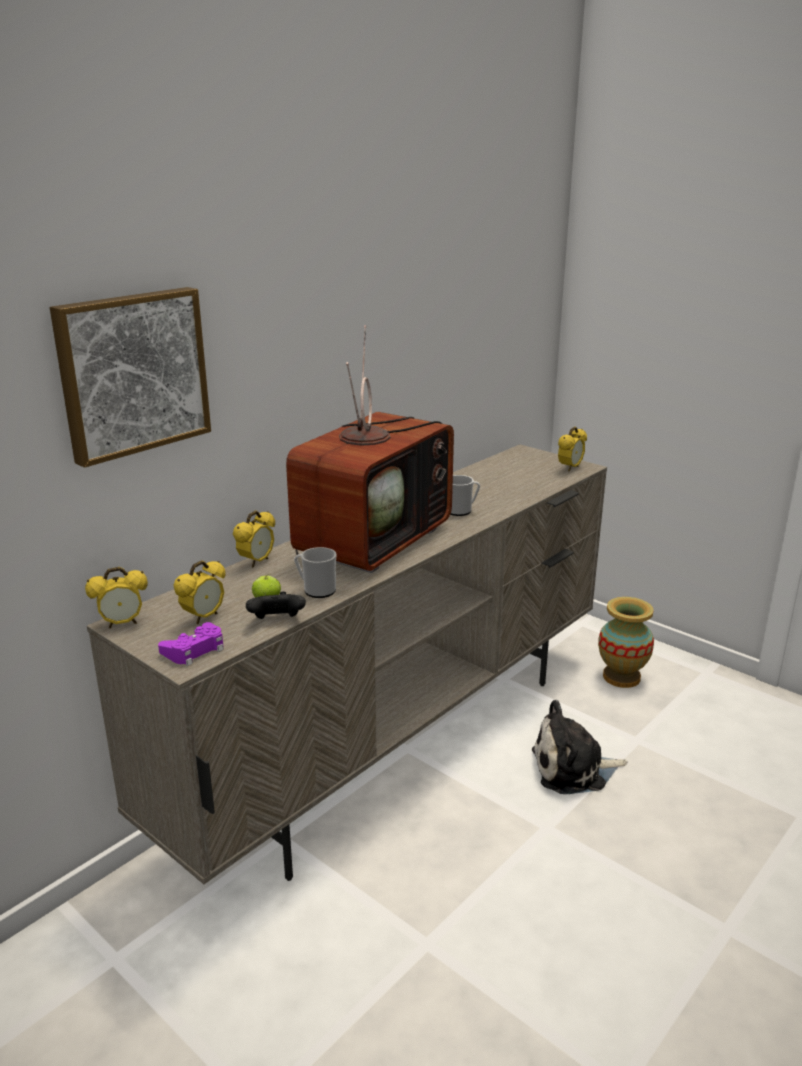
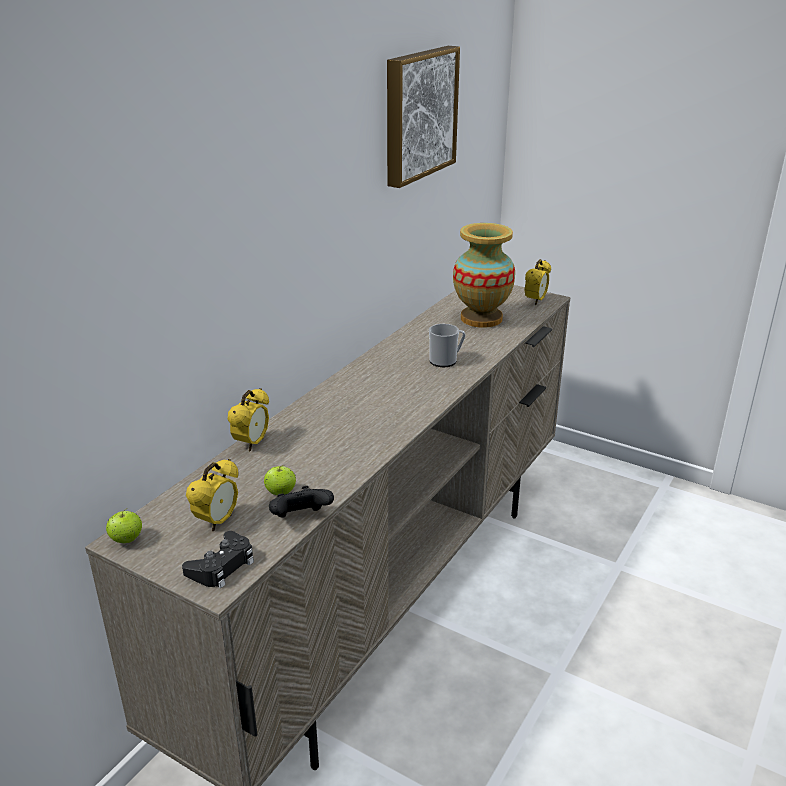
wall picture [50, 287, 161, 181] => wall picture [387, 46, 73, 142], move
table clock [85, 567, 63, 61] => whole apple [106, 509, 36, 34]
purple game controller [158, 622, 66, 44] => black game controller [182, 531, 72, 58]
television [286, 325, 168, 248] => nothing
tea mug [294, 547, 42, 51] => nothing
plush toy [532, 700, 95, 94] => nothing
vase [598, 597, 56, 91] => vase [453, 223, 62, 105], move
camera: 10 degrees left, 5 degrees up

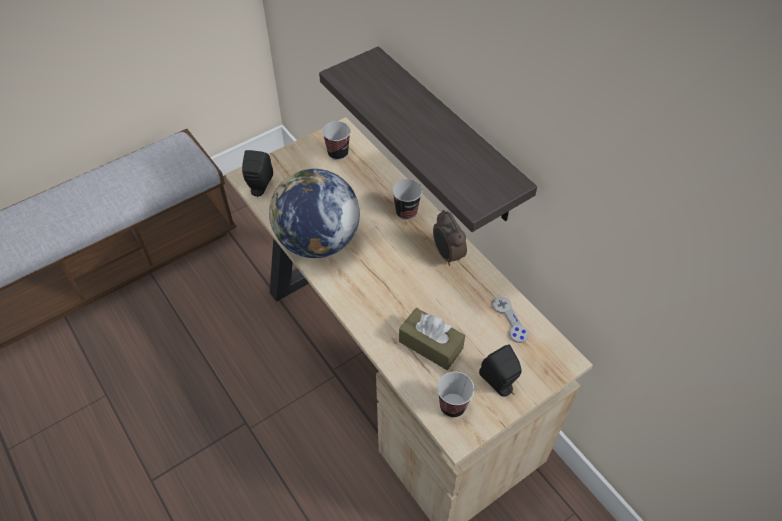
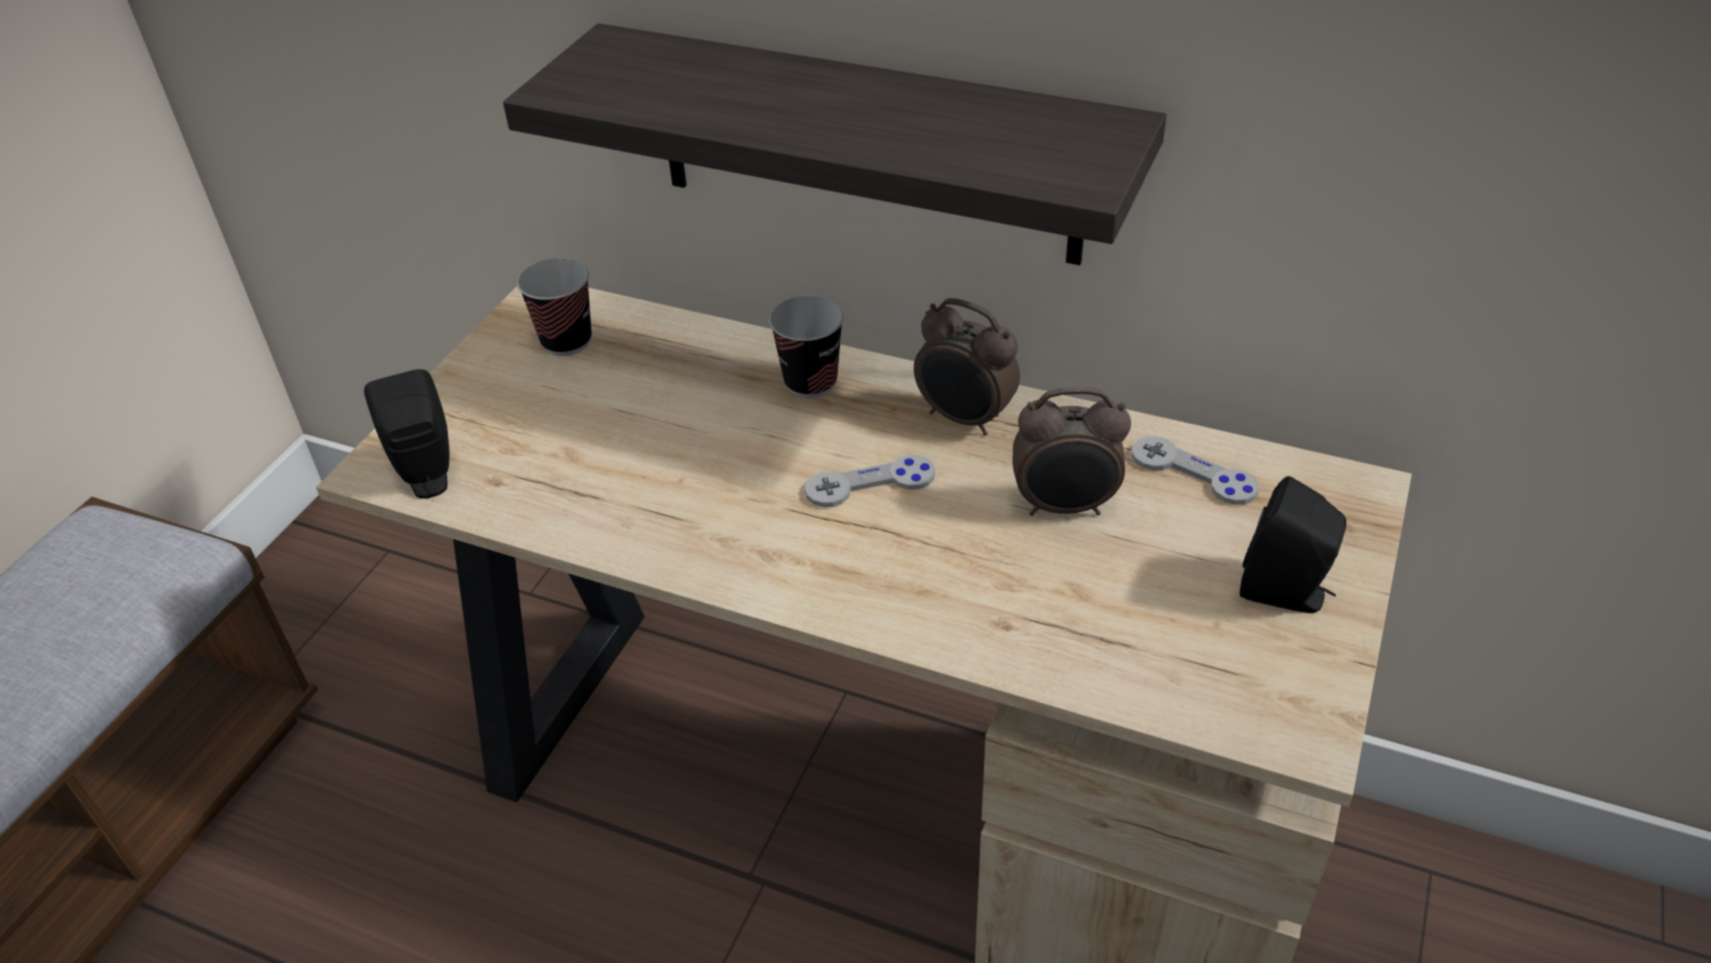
world globe [269, 169, 91, 89] => nothing
brownish tissue box [399, 308, 66, 62] => nothing
small cup [437, 372, 37, 46] => nothing
nothing => gray game controller [805, 455, 130, 52]
nothing => table clock [1013, 387, 118, 129]
camera: 30 degrees left, 10 degrees down

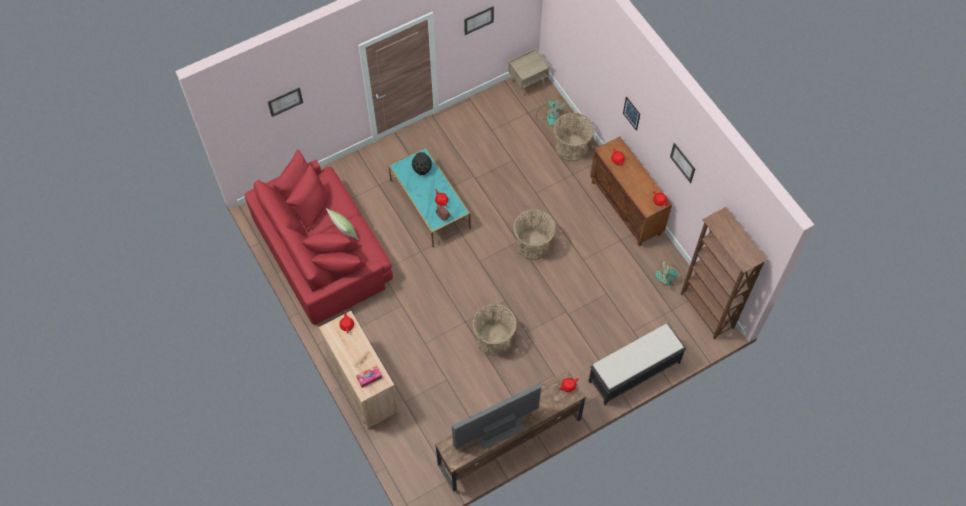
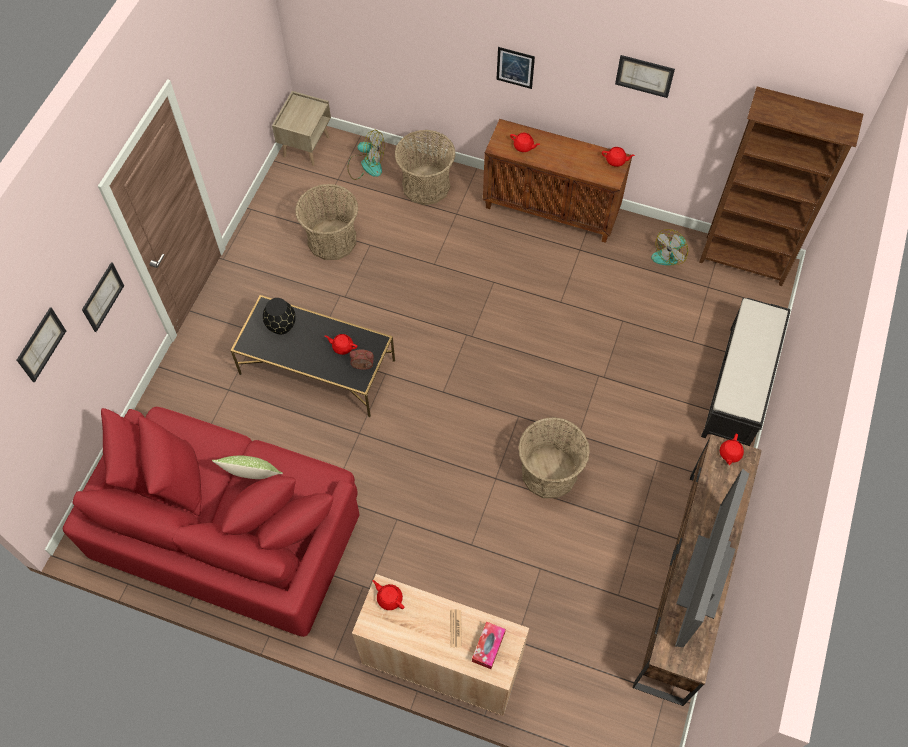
turquoise-coloured low table [388, 147, 83, 100] => black low table [230, 295, 165, 122]
wall picture [464, 6, 30, 29] => wall picture [82, 262, 42, 70], move
household basket [513, 209, 43, 51] => household basket [295, 184, 63, 76], move
camera: 40 degrees left, 0 degrees up

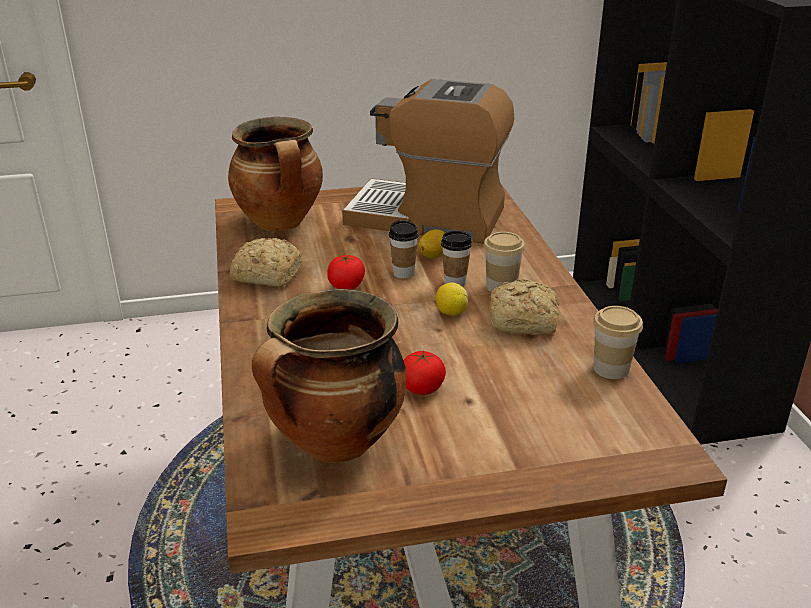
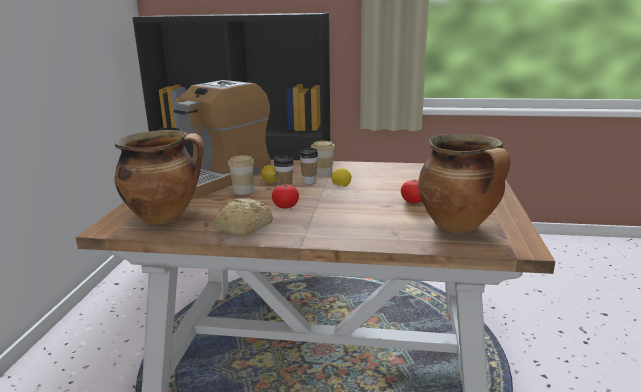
bakery bread [489, 279, 71, 56] => nothing
small cup [593, 306, 50, 73] => small cup [228, 155, 27, 40], move
camera: 70 degrees left, 10 degrees down

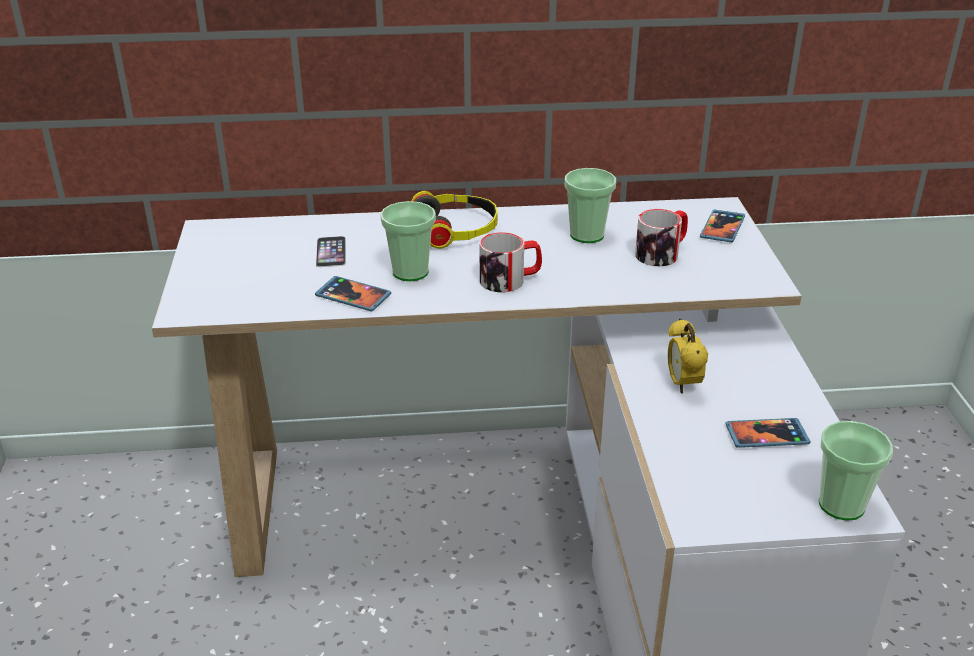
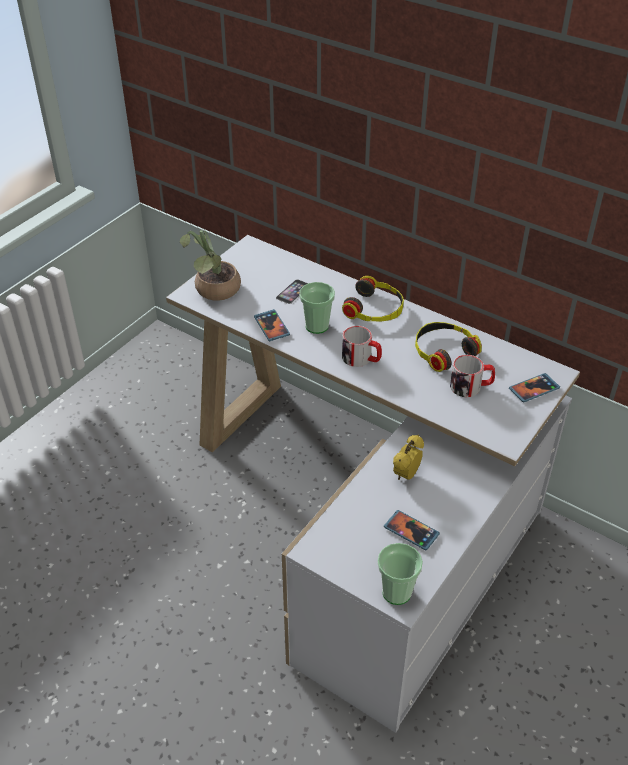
small cup [565, 168, 51, 75] => headphones [415, 322, 67, 50]
nothing => potted plant [180, 230, 61, 71]
camera: 40 degrees right, 10 degrees up

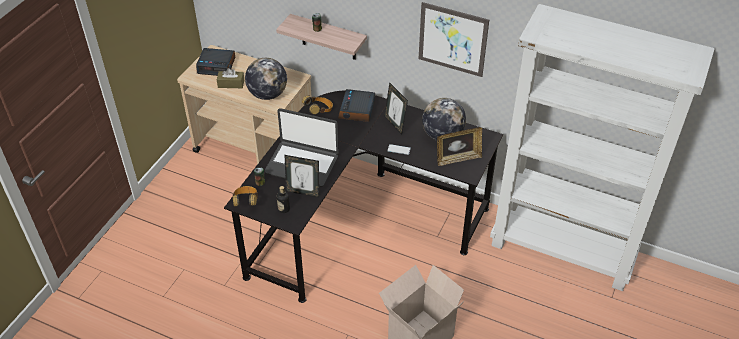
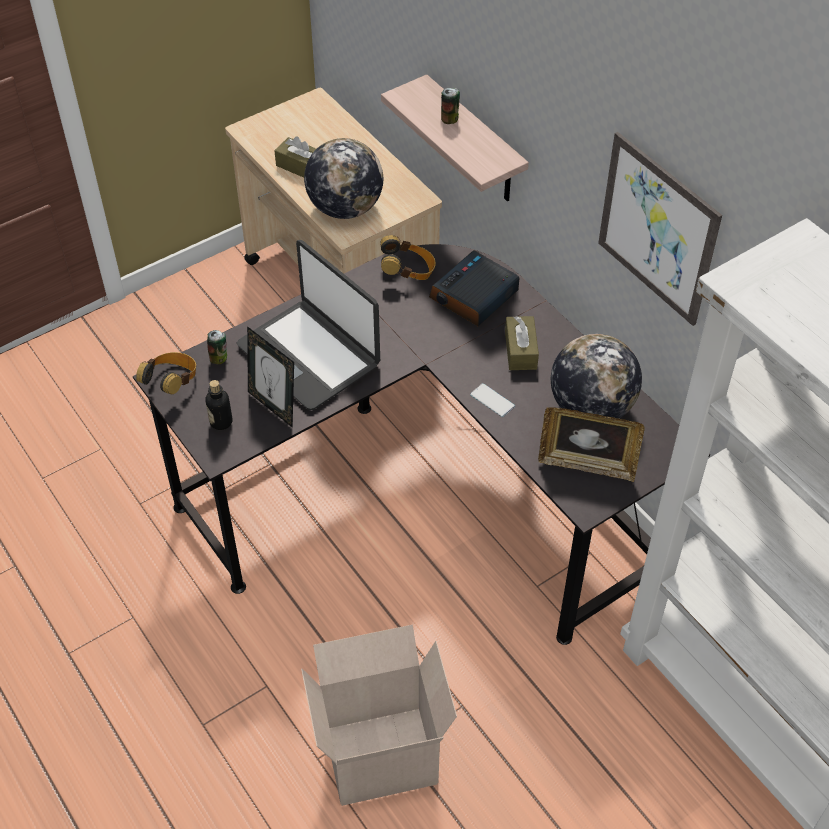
table clock [196, 48, 39, 28] => nothing
standing frame [384, 82, 24, 53] => brownish tissue box [505, 316, 34, 54]
camera: 30 degrees right, 5 degrees up

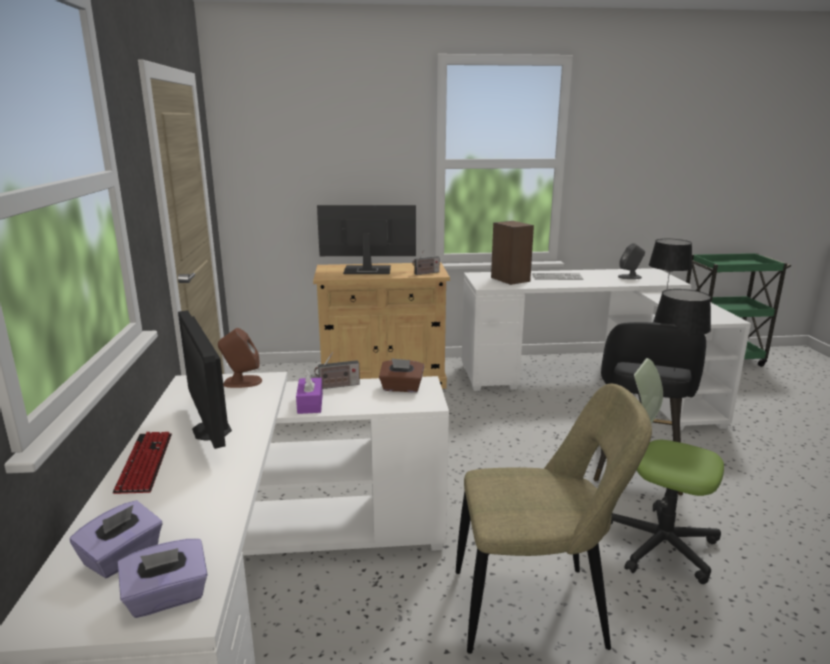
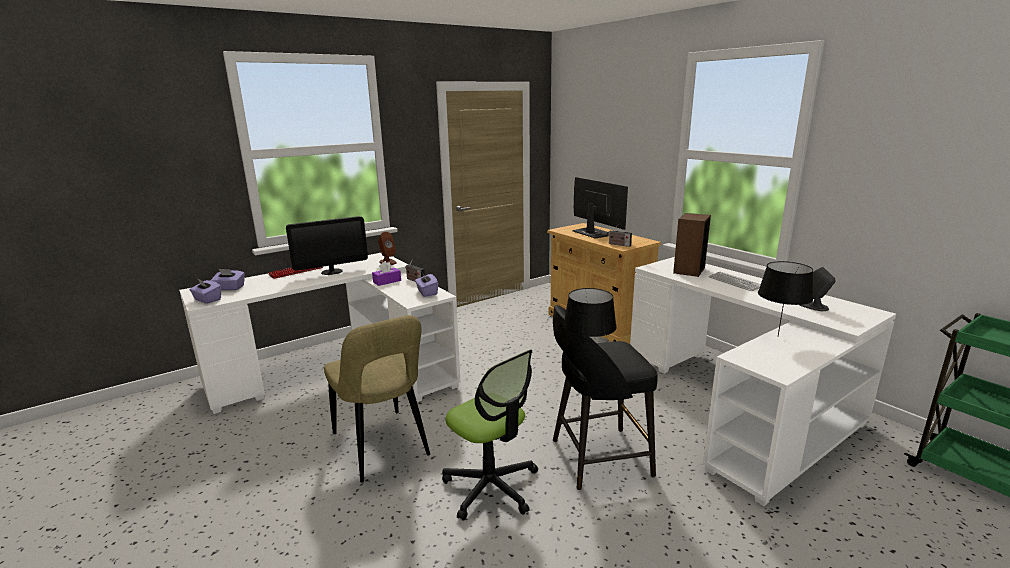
monitor [178, 310, 54, 139] => monitor [286, 216, 82, 59], 150 degrees counterclockwise
brownish tissue box [379, 358, 45, 34] => purple tissue box [415, 272, 23, 25]
office chair [611, 358, 113, 226] => office chair [442, 349, 96, 172], 135 degrees clockwise
camera: 60 degrees right, 0 degrees up

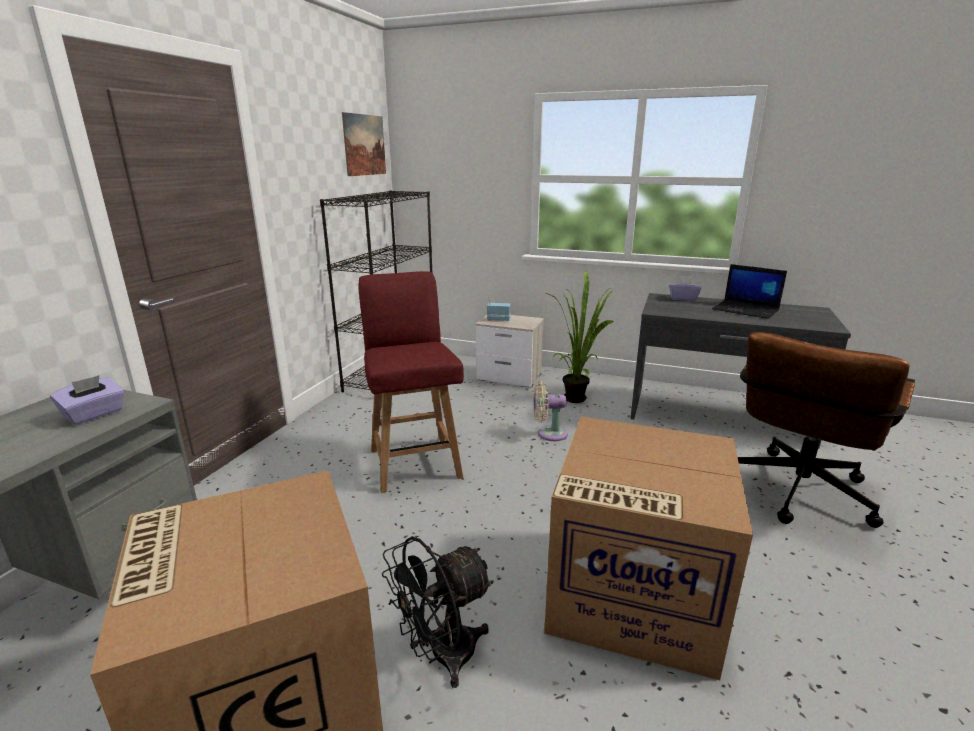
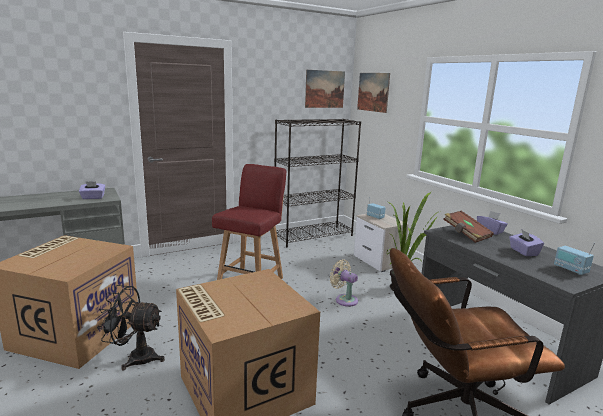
portable computer [712, 264, 75, 55] => purple tissue box [509, 230, 35, 26]
nothing => wall picture [357, 73, 33, 40]
nothing => brownish volume [443, 211, 51, 32]
nothing => radio set [554, 243, 41, 32]
camera: 40 degrees right, 5 degrees down

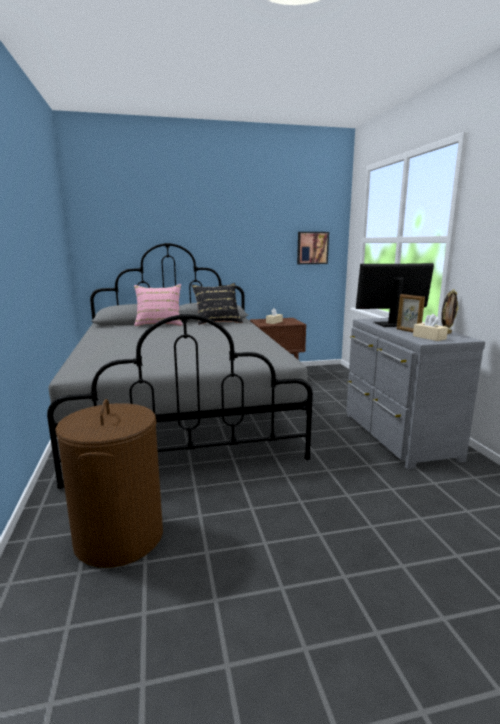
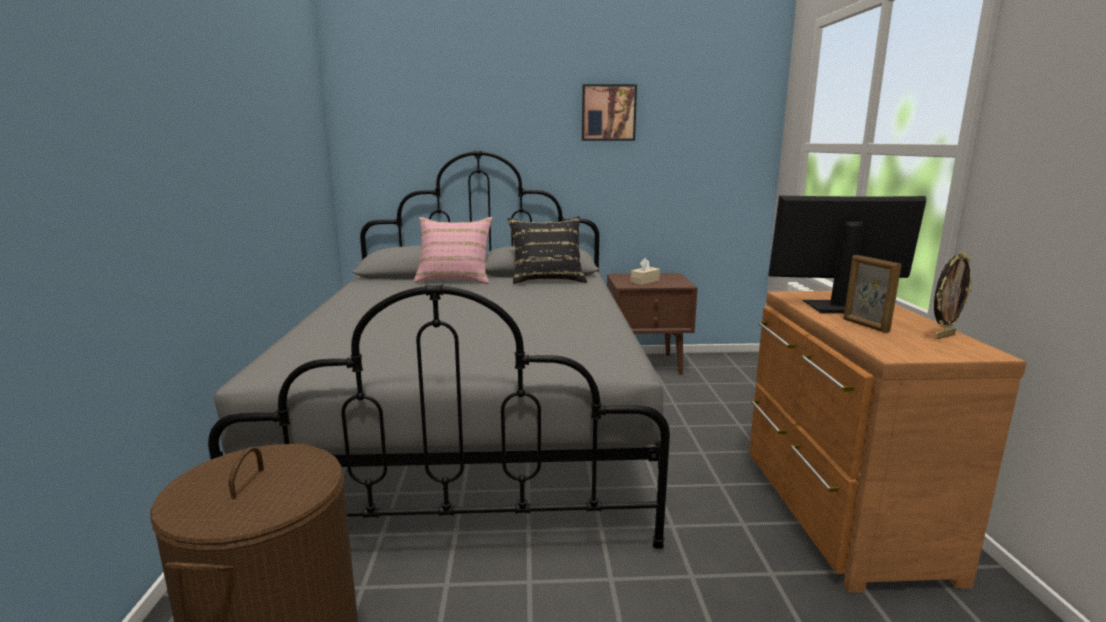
wall picture [297, 232, 32, 32] => wall picture [582, 84, 55, 57], move
gray drawer chest [346, 318, 139, 151] => brownish drawer chest [749, 291, 277, 302]
sand-coloured tissue box [413, 314, 35, 27] => nothing
camera: 10 degrees right, 0 degrees up

